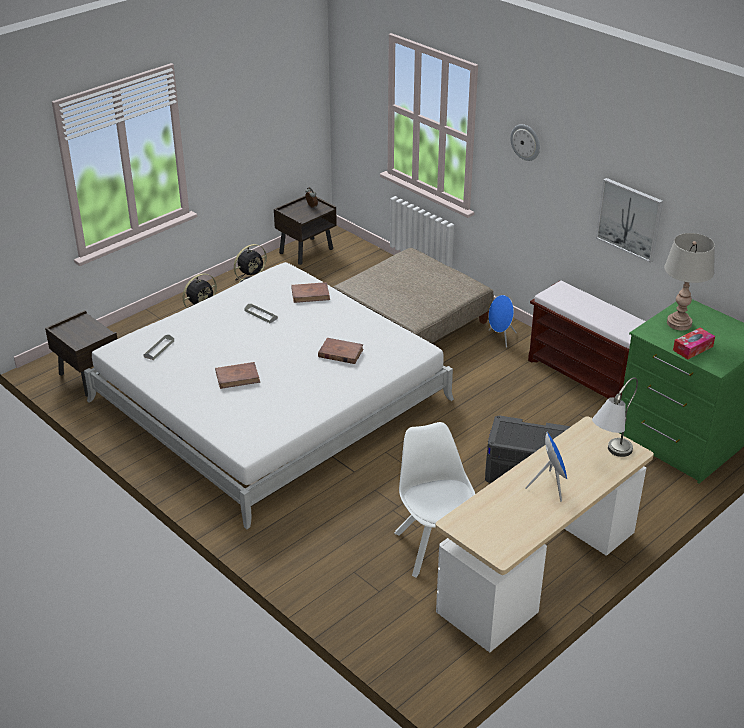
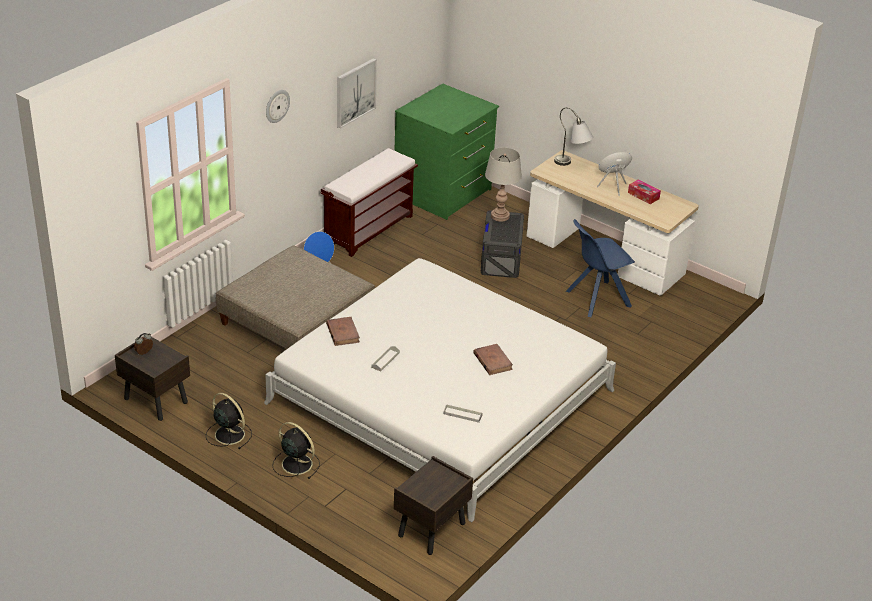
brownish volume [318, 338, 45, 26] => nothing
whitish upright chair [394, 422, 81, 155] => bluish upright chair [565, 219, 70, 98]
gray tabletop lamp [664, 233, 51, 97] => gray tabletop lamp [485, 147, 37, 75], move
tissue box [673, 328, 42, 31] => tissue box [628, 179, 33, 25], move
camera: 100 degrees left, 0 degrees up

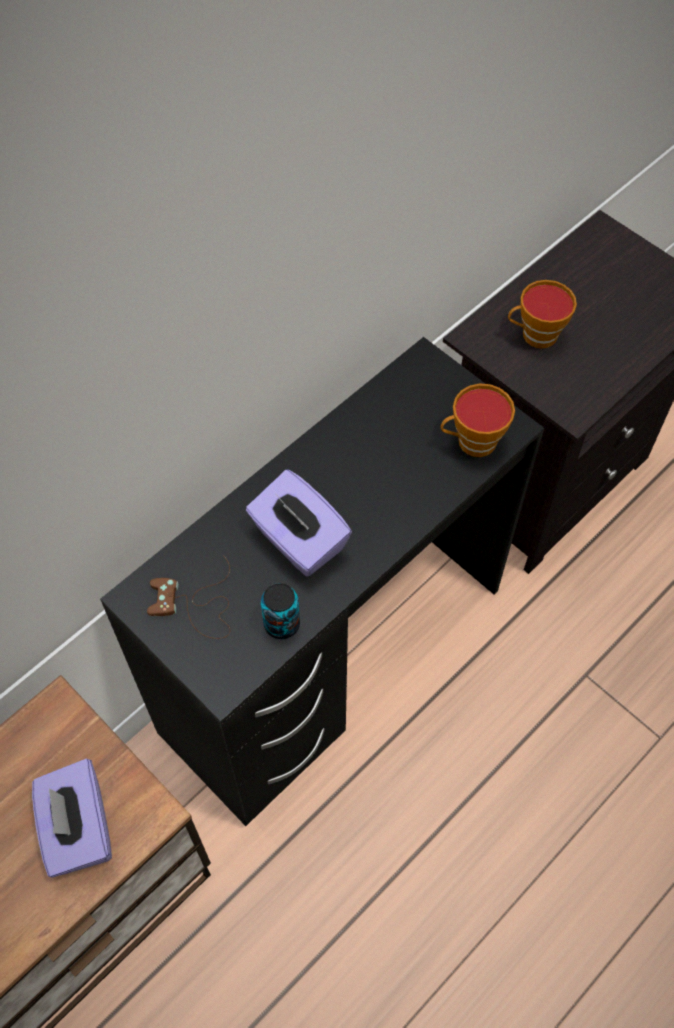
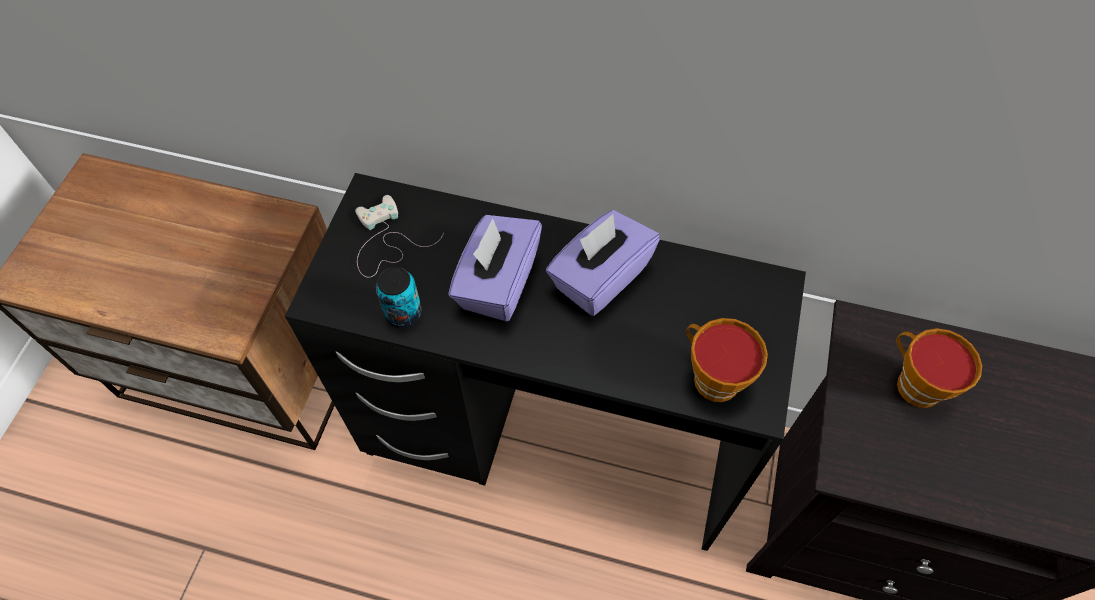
purple tissue box [32, 759, 80, 119] => purple tissue box [546, 210, 114, 106], move
brownish game controller [147, 555, 84, 84] => whitish game controller [355, 195, 89, 83]
camera: 60 degrees right, 0 degrees up

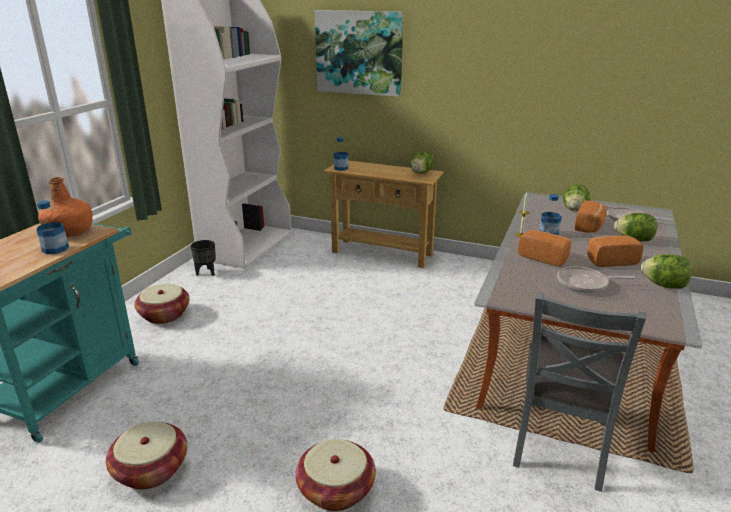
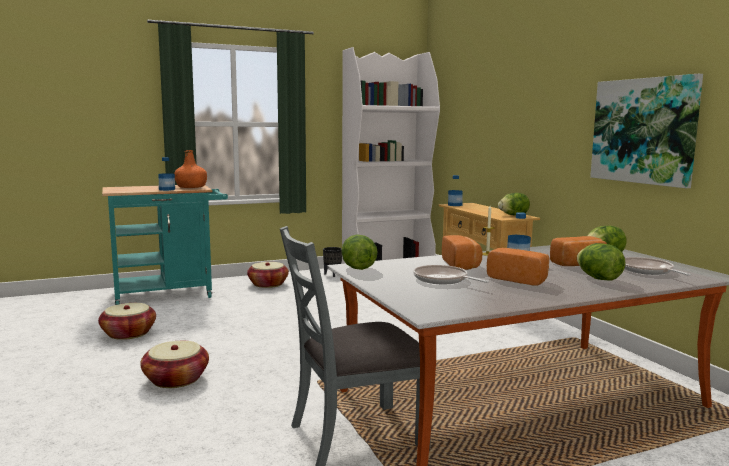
wall picture [315, 10, 88, 87] => wall picture [590, 74, 113, 114], move
head of lettuce [641, 254, 51, 35] => head of lettuce [341, 234, 37, 36], move
camera: 45 degrees right, 15 degrees down

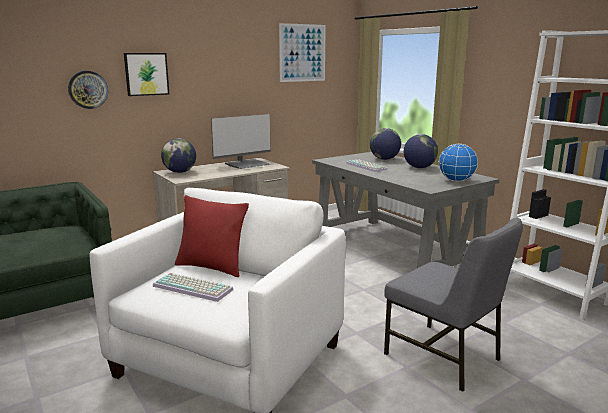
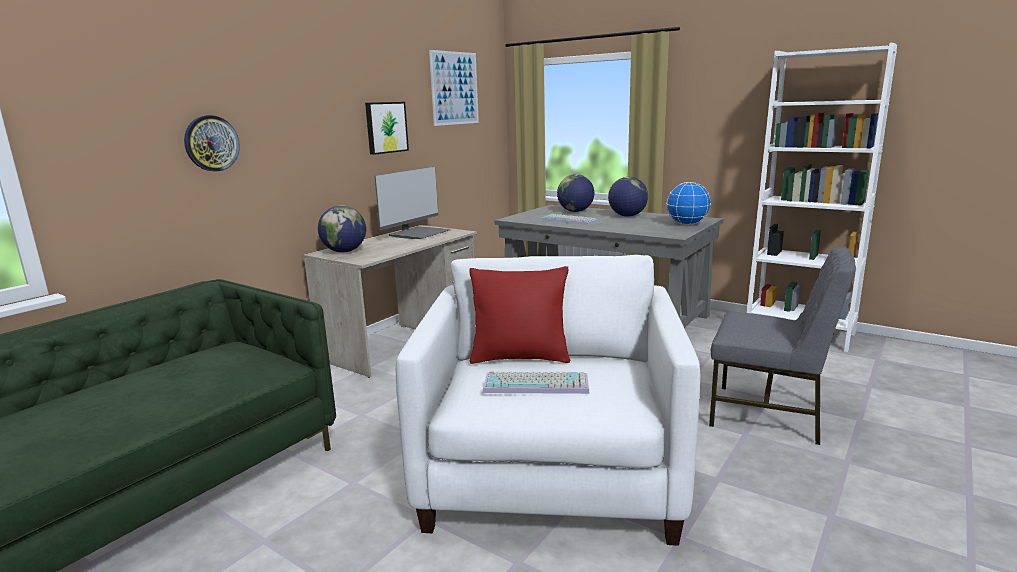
wall picture [124, 53, 45, 43] => wall picture [365, 102, 44, 53], move
camera: 20 degrees left, 0 degrees up

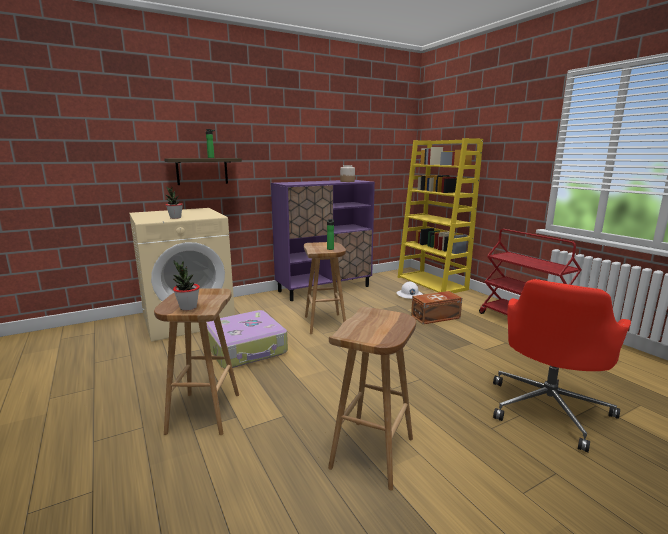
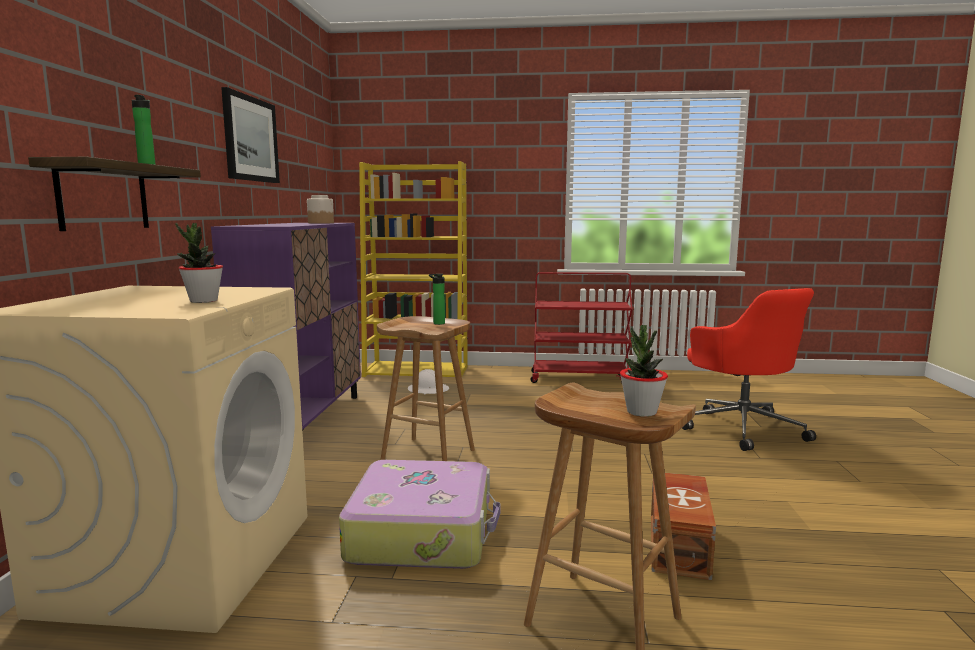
brownish stool seat [328, 307, 88, 184] => nothing
brownish storage bin [411, 291, 51, 33] => brownish storage bin [651, 473, 65, 107], move
nothing => wall picture [221, 87, 59, 96]
camera: 55 degrees left, 5 degrees down

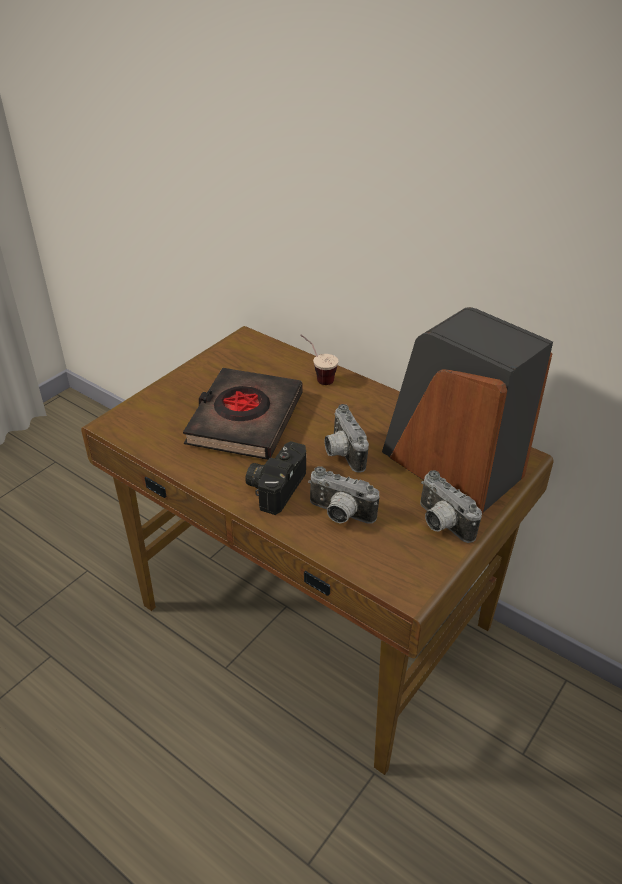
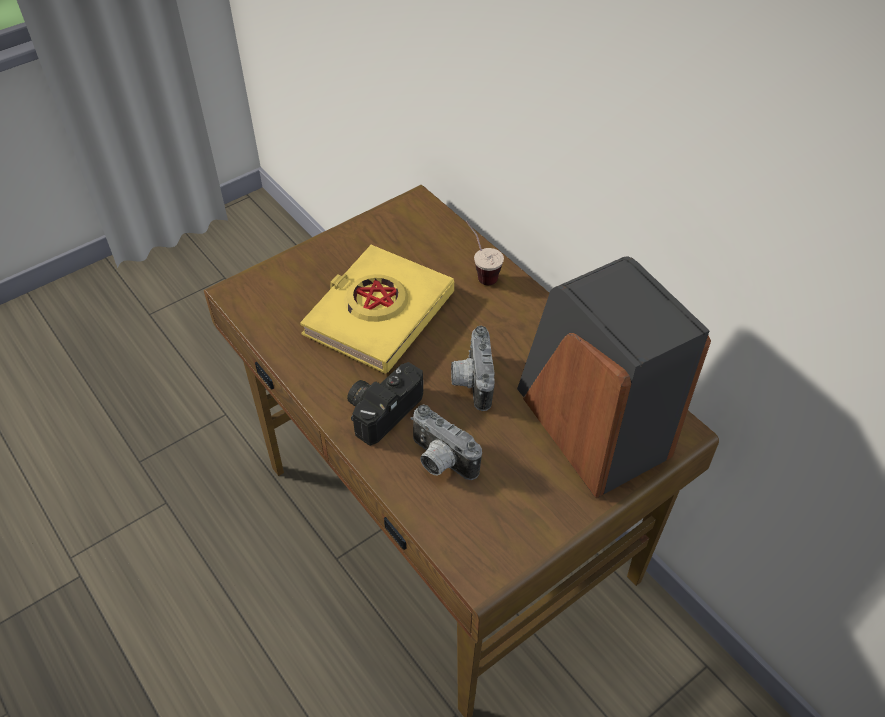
black volume [183, 368, 120, 92] => yellow-coloured volume [300, 245, 154, 129]
still camera [420, 470, 62, 73] => nothing
camera: 15 degrees right, 10 degrees up

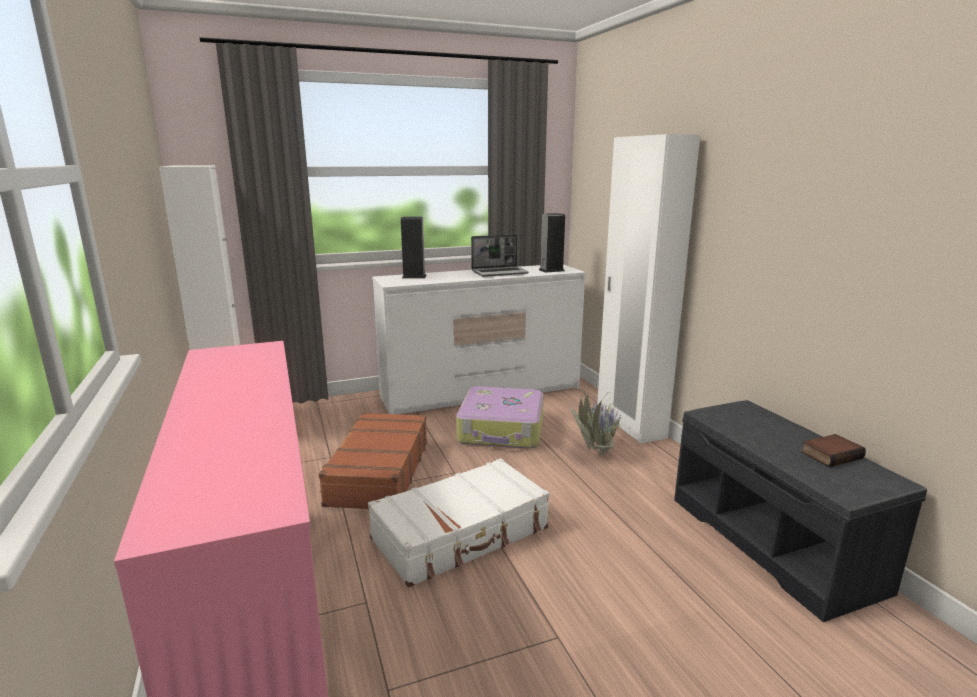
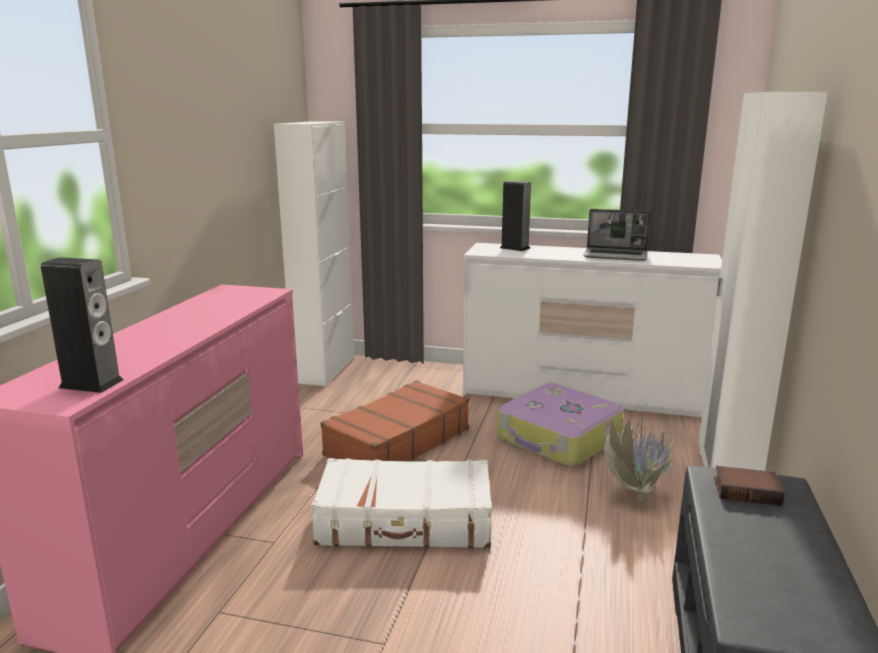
audio speaker [539, 213, 26, 60] => audio speaker [41, 257, 83, 136], move
volume [801, 434, 65, 33] => volume [714, 466, 70, 40], move
camera: 35 degrees right, 0 degrees up

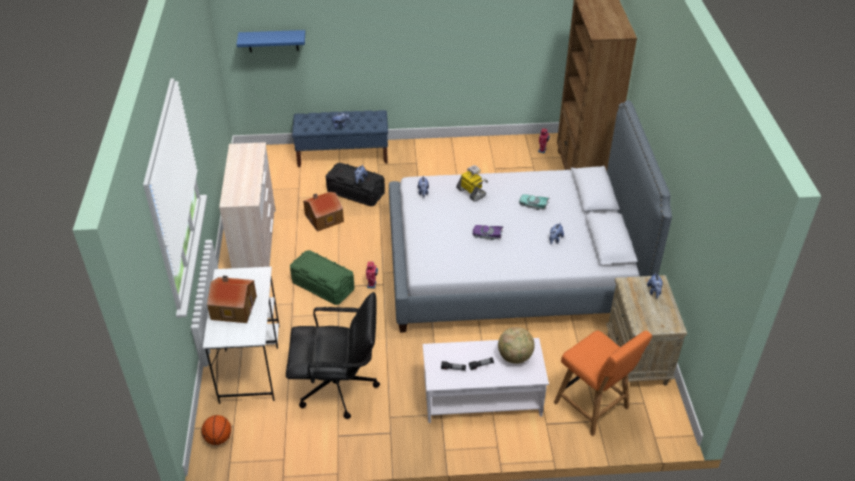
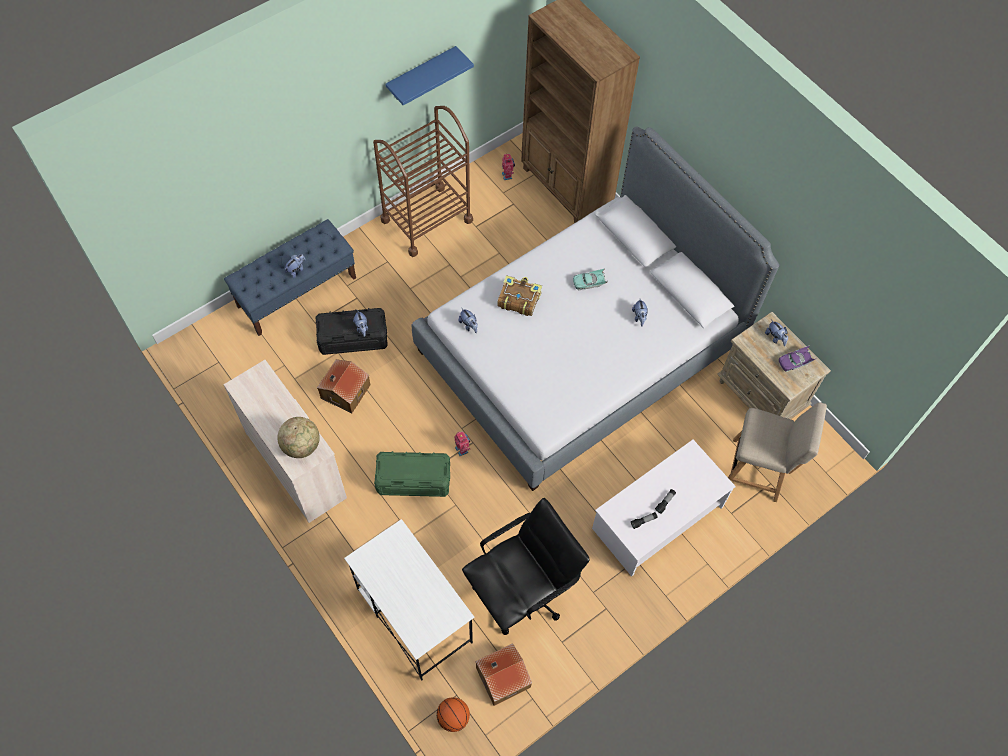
model house [207, 276, 50, 47] => model house [475, 643, 57, 63], move
bluish shelf [236, 30, 69, 22] => bluish shelf [385, 46, 89, 59], move
robot figure [456, 165, 32, 37] => volume [497, 275, 45, 41]
purple model car [472, 225, 32, 15] => purple model car [778, 345, 39, 27], move
world globe [498, 327, 37, 37] => world globe [278, 417, 42, 41], move
orange upright chair [554, 331, 98, 105] => sand-coloured upright chair [728, 402, 99, 100]
nothing => brownish wheeled cart [373, 106, 100, 151]
camera: 35 degrees left, 20 degrees up

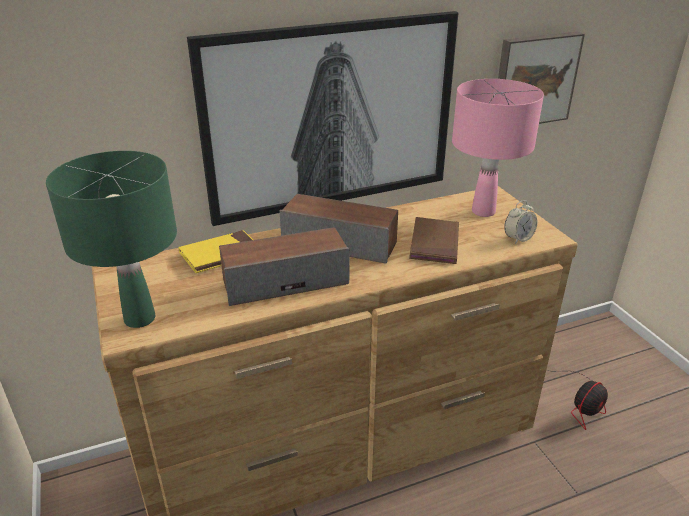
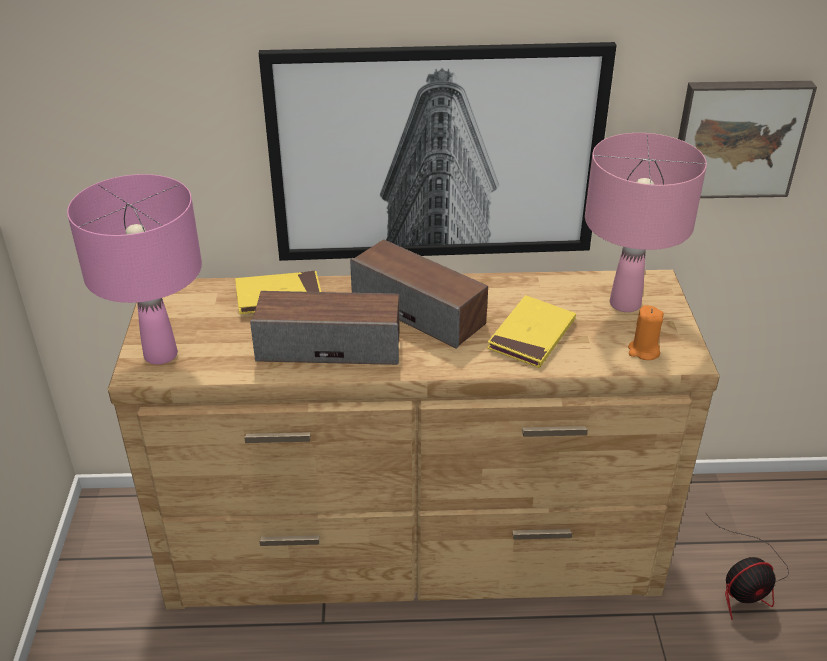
green tabletop lamp [46, 151, 131, 177] => pink tabletop lamp [67, 174, 135, 191]
brownish volume [409, 217, 50, 47] => yellow-coloured volume [487, 295, 89, 73]
table clock [504, 200, 33, 44] => orange wax candle [628, 305, 36, 55]
camera: 20 degrees right, 5 degrees up

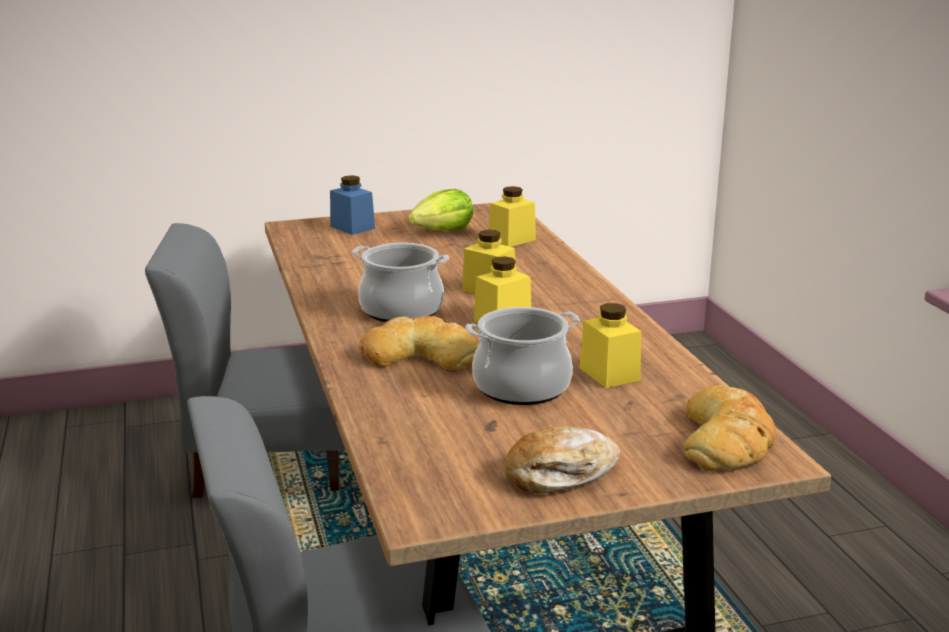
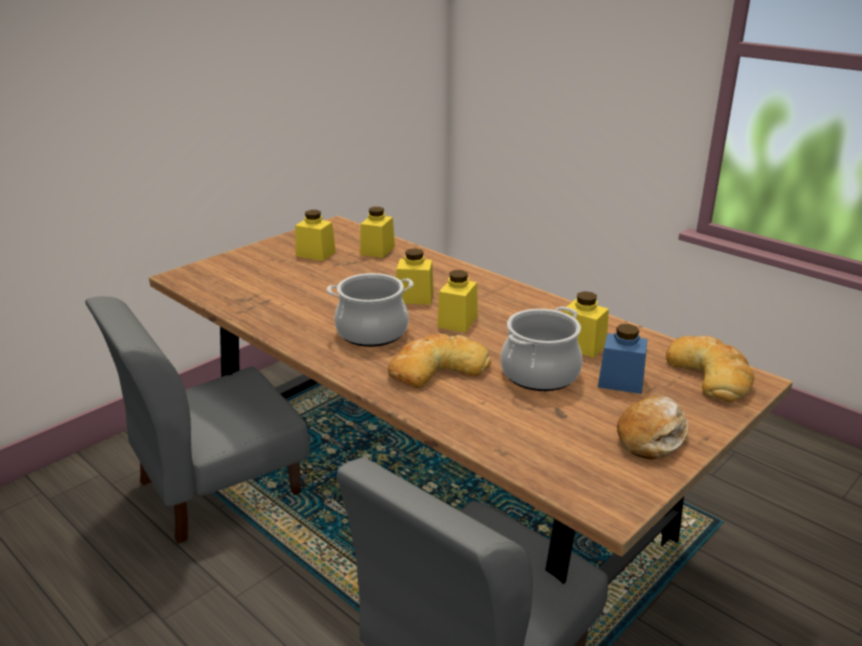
bluish preserve jar [330, 175, 45, 60] => bluish preserve jar [598, 324, 49, 70], move
head of lettuce [408, 189, 65, 42] => yellow-coloured preserve jar [295, 210, 41, 51]
camera: 30 degrees left, 5 degrees up

